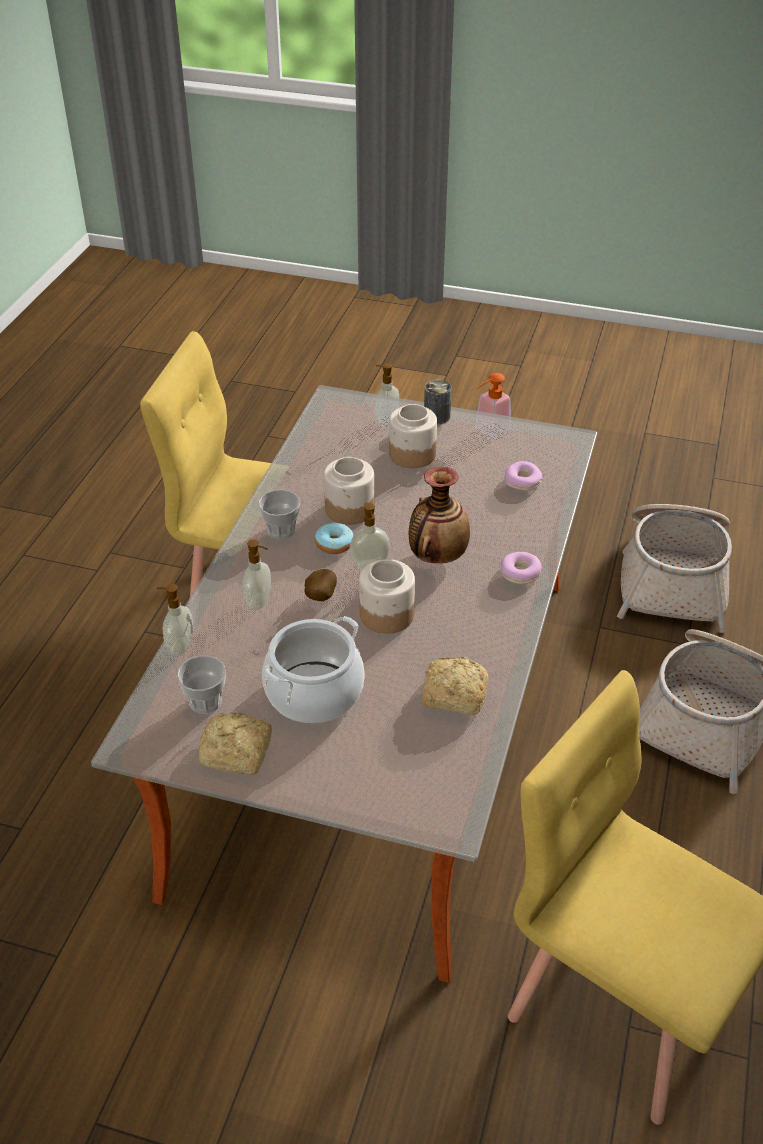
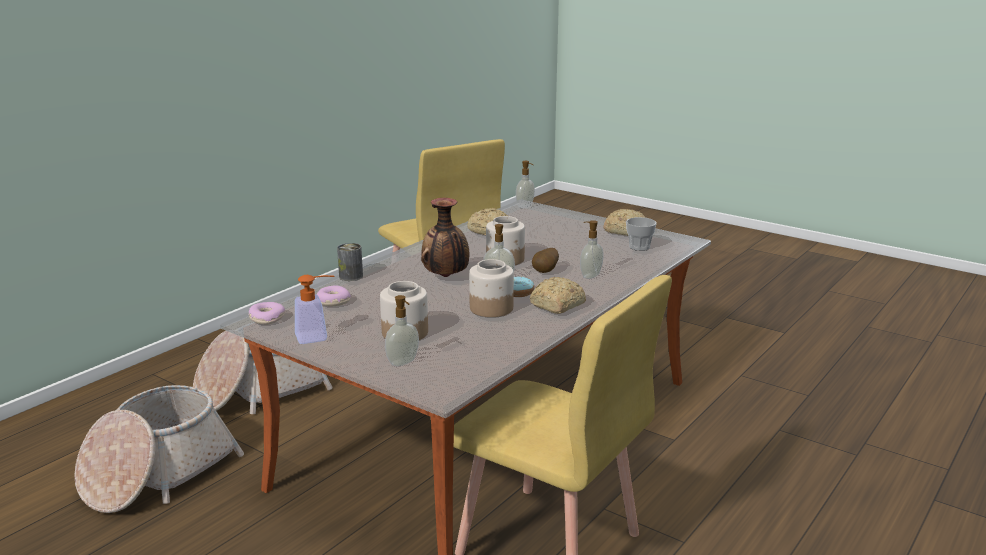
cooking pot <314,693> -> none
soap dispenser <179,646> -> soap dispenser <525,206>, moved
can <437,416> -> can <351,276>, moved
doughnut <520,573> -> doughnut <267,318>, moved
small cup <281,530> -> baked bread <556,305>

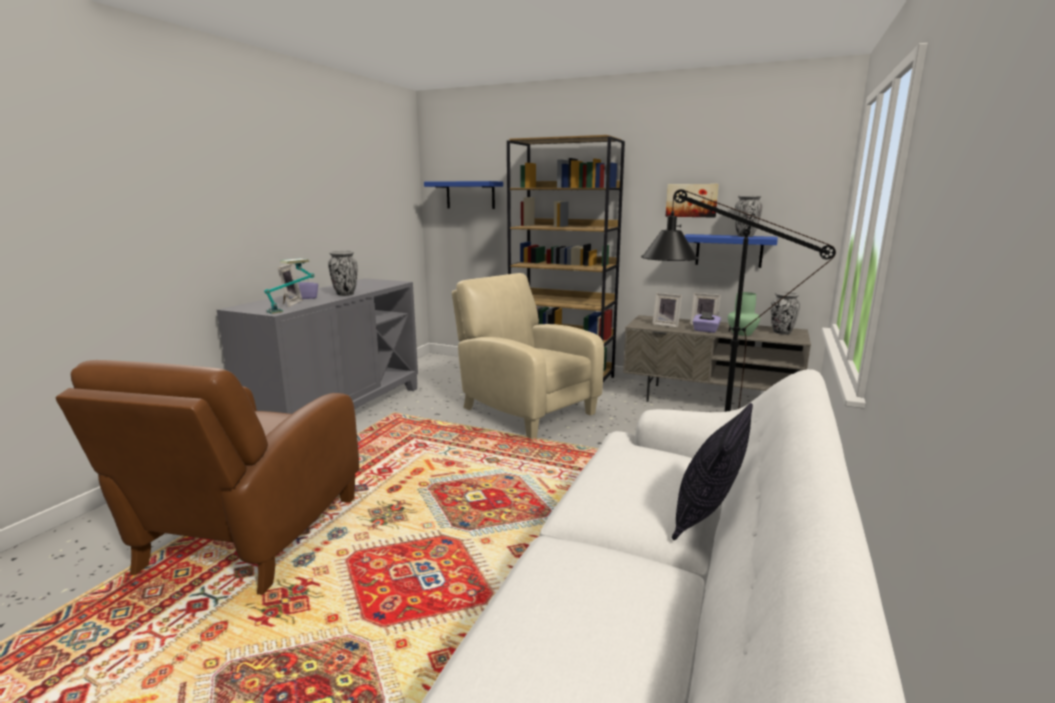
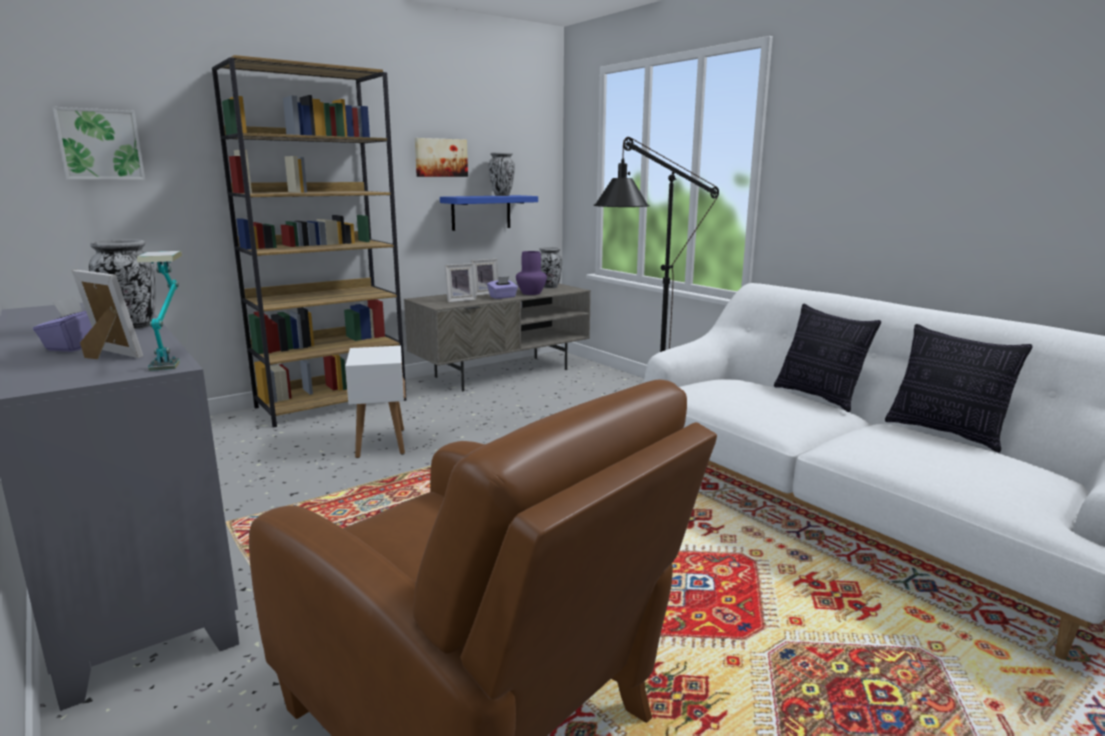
none -> cushion <945,433>
bracket shelf (blue) <470,195> -> picture <100,144>
easy chair (beige-coloured) <525,409> -> side table (white) <380,443>
decorative vase (green) <741,333> -> decorative vase (purplish) <530,293>

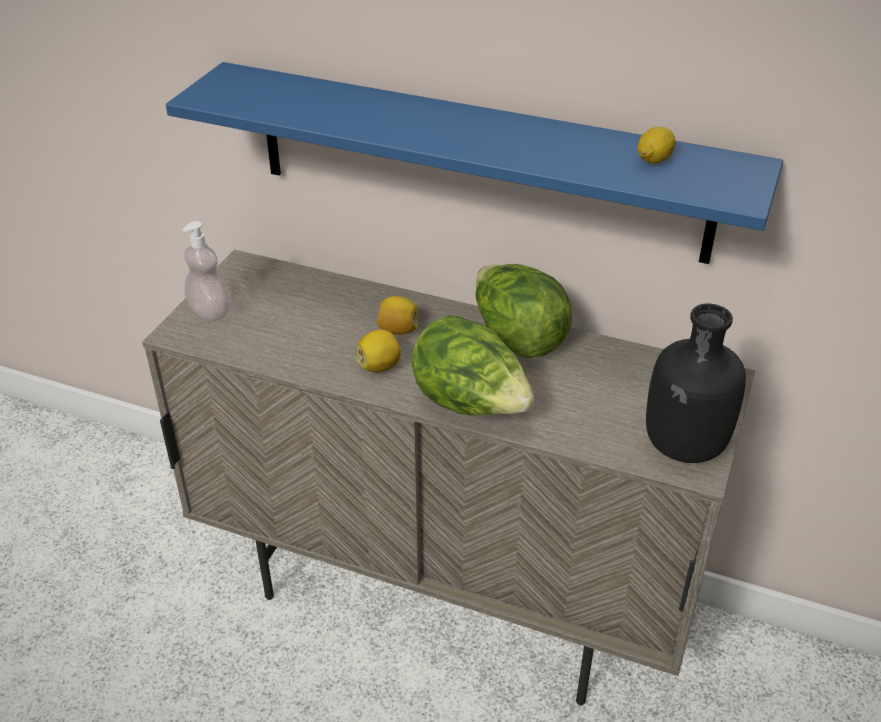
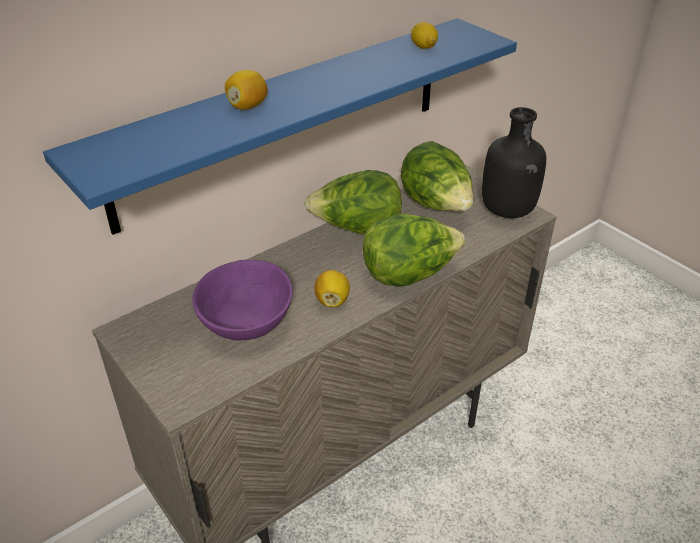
soap dispenser <210,312> -> none
none -> bowl (purplish) <245,321>
none -> lettuce head <436,206>
whole lemon <398,330> -> whole lemon <247,106>, moved

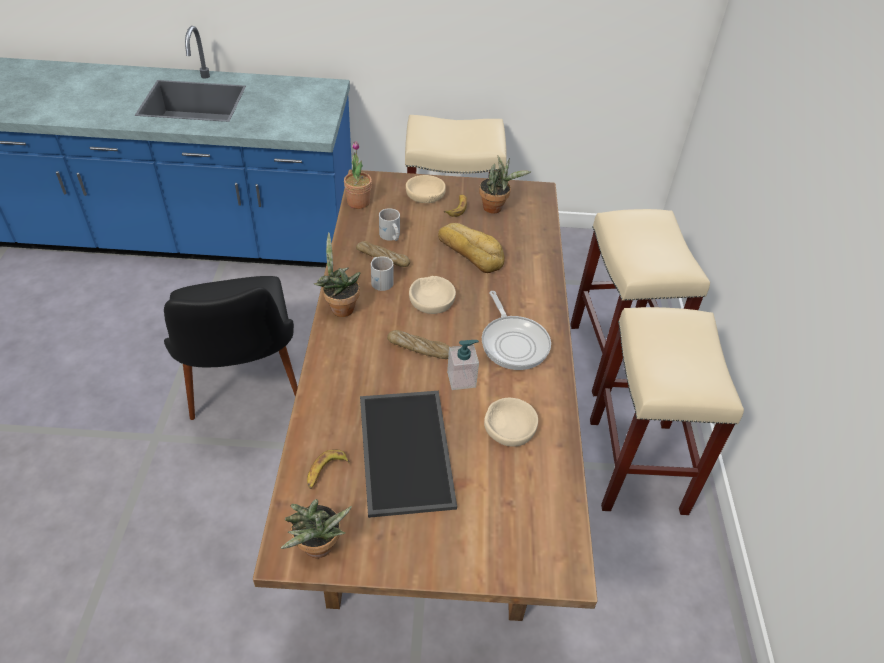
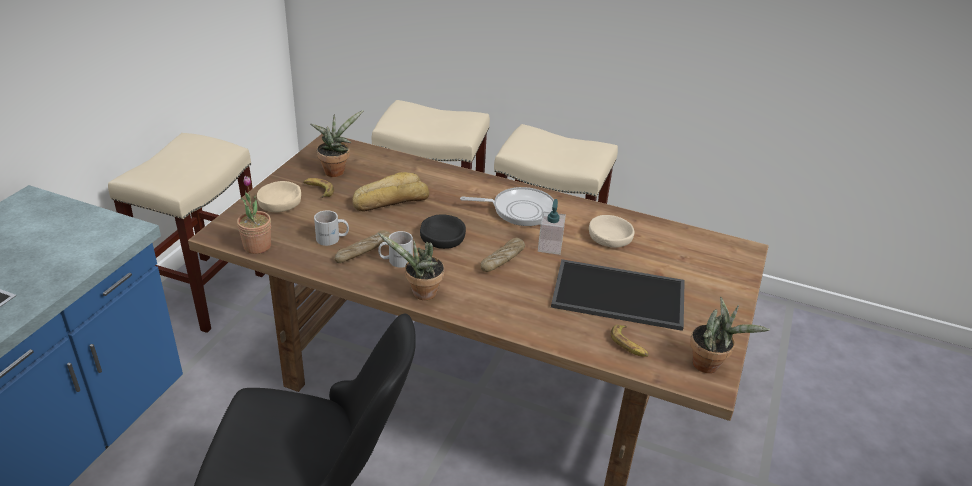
bowl (beige-coloured) <432,299> -> bowl (black-coloured) <442,237>

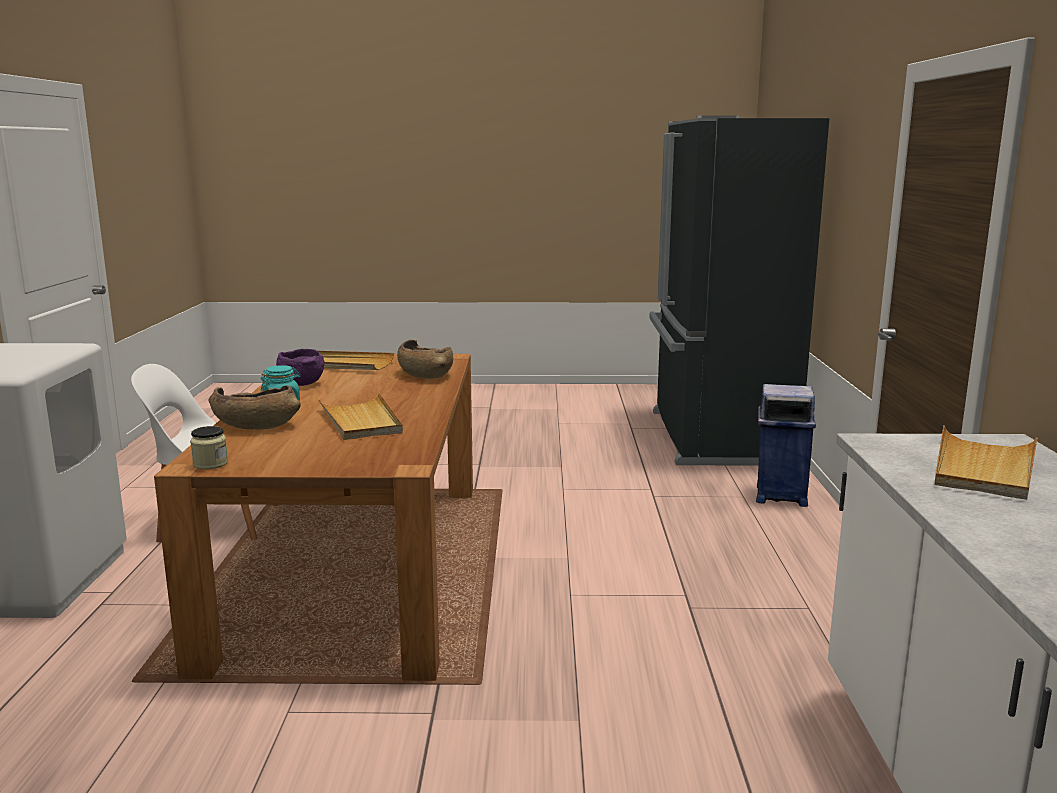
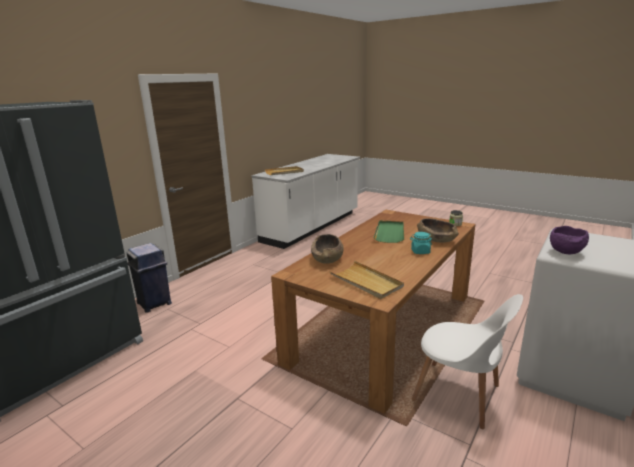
bowl (purplish) <301,384> -> bowl (purplish) <566,253>, moved
carrying tray (beige-coloured) <361,421> -> carrying tray (green) <390,233>

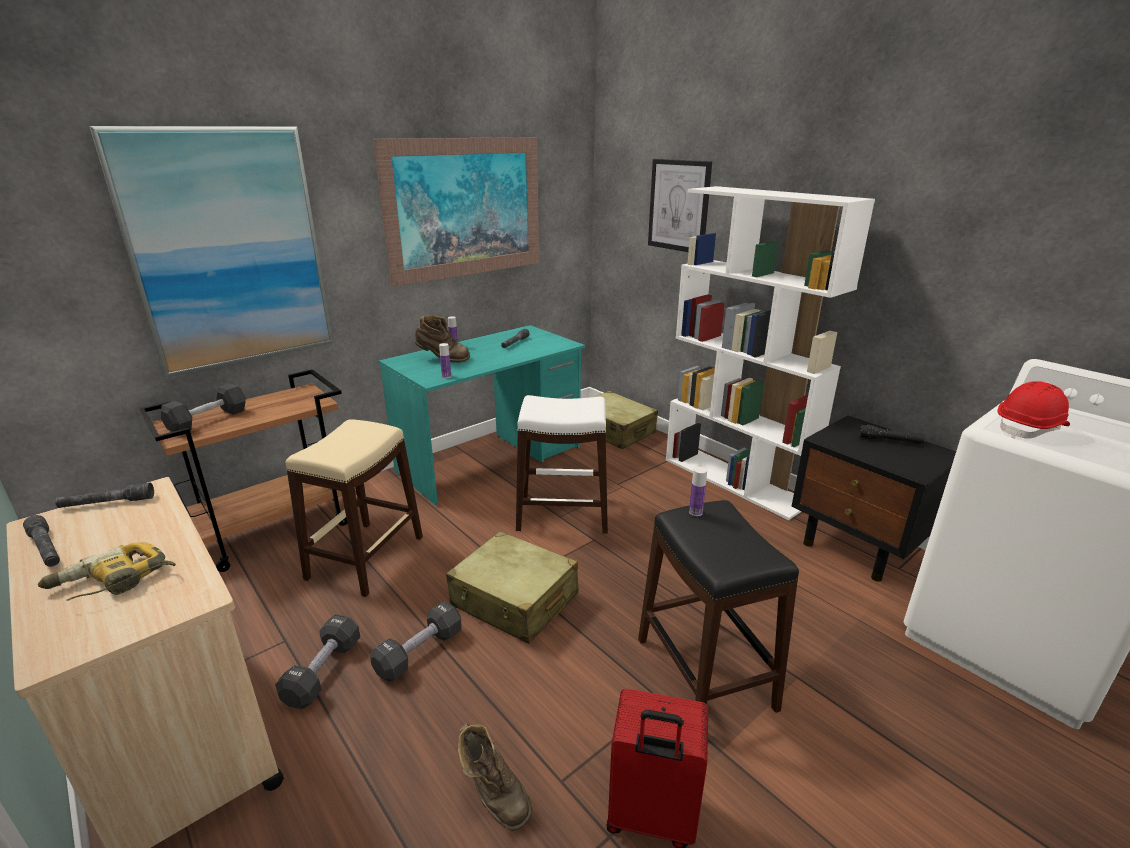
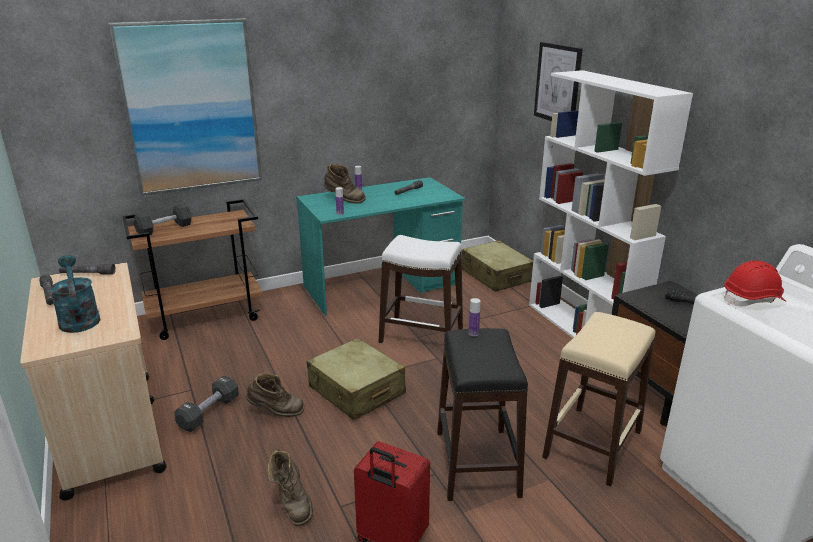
picture <465,208> -> none
stool (beige-coloured) <367,557> -> stool (beige-coloured) <593,444>, moved
electric drill <111,583> -> watering pot (turquoise) <78,318>
hand weight (black-coloured) <419,652> -> high-top boot (brown) <276,412>

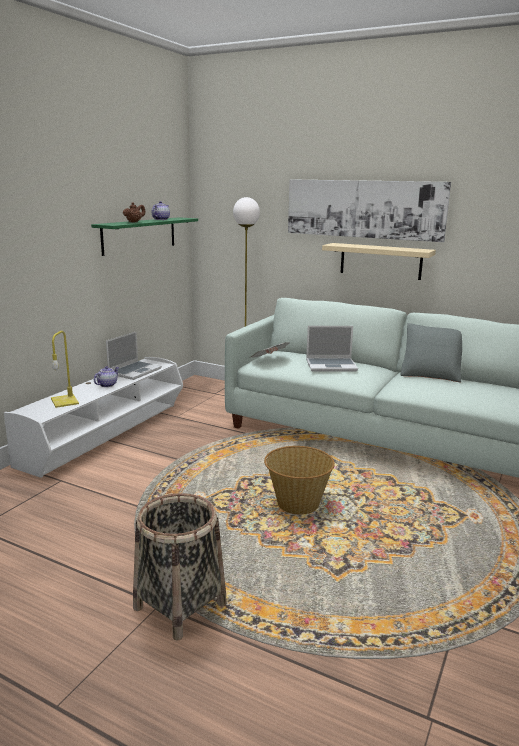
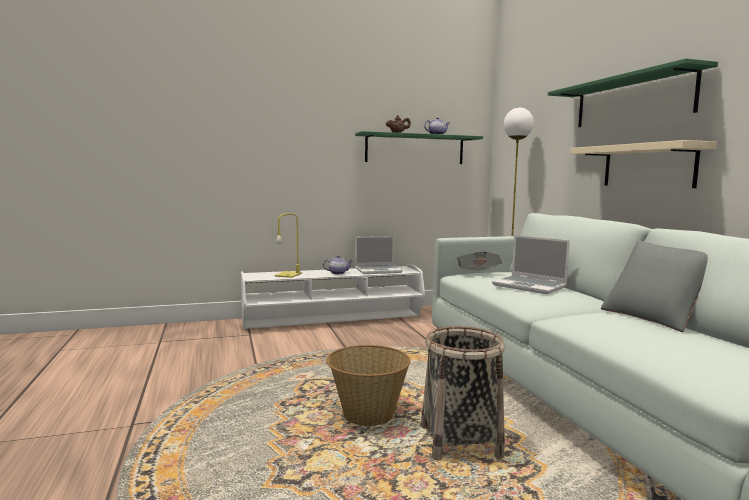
storage basket <179,605> -> storage basket <460,441>, moved
picture <364,209> -> bracket shelf (green) <631,100>

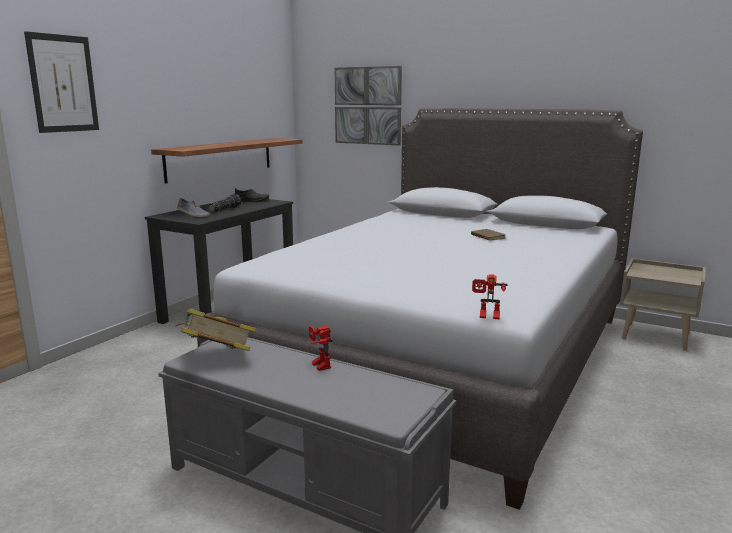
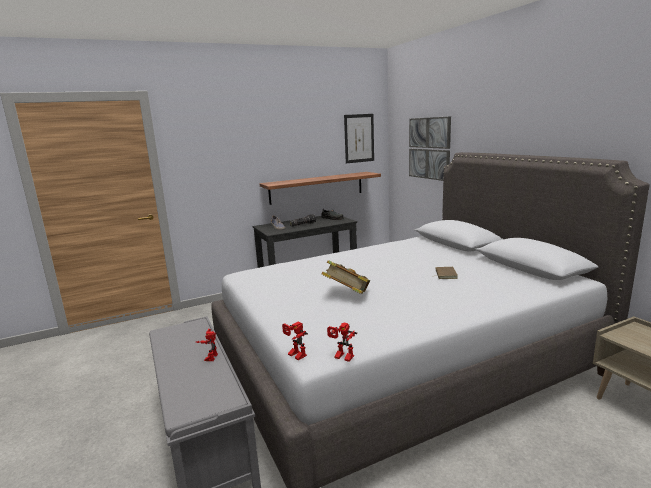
none -> model robot <342,357>
picture <63,83> -> picture <359,138>, moved
book <217,357> -> book <347,295>, moved

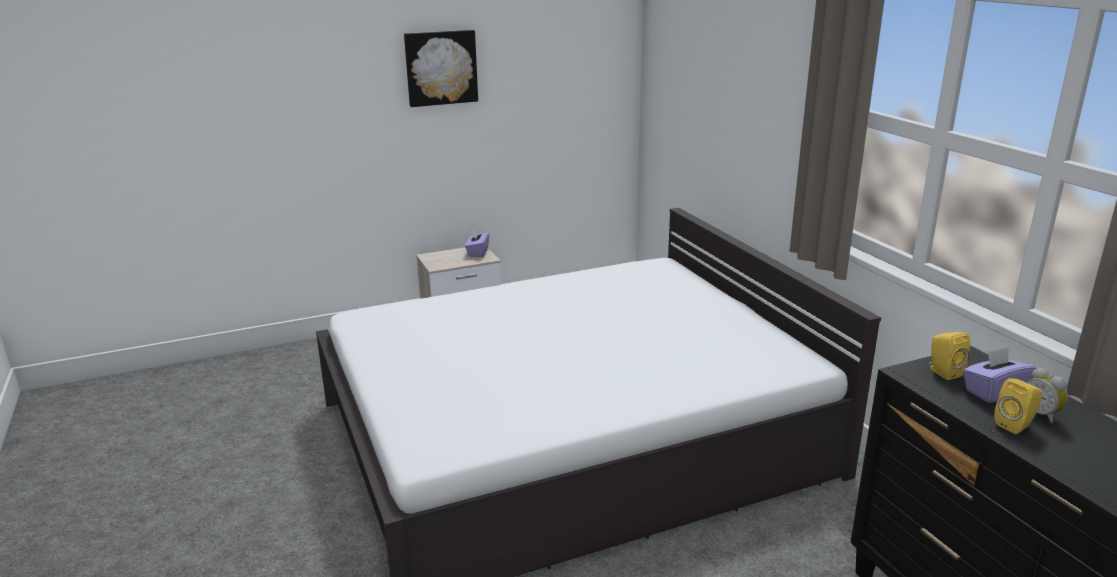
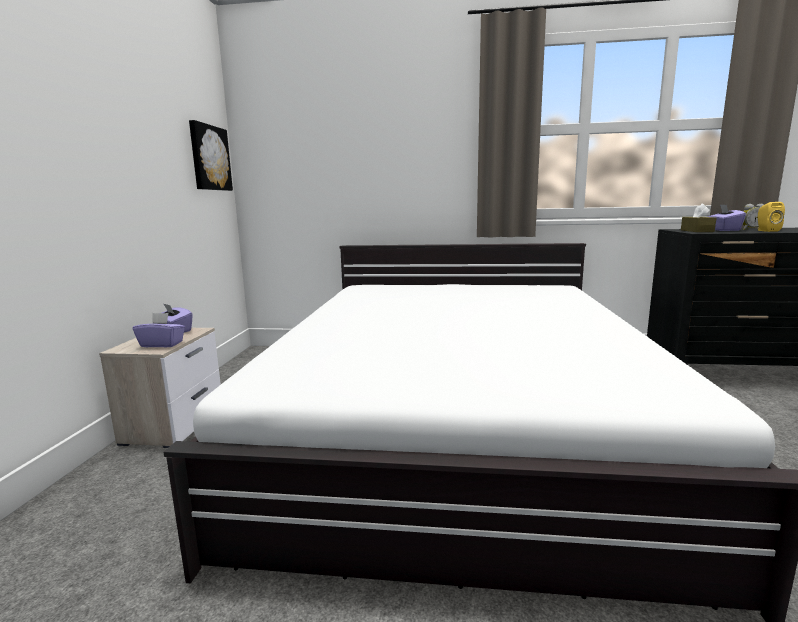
none -> tissue box (purplish) <162,344>
picture <441,67> -> picture <209,158>, moved
loudspeaker (yellow) <943,372> -> tissue box (brown) <697,231>

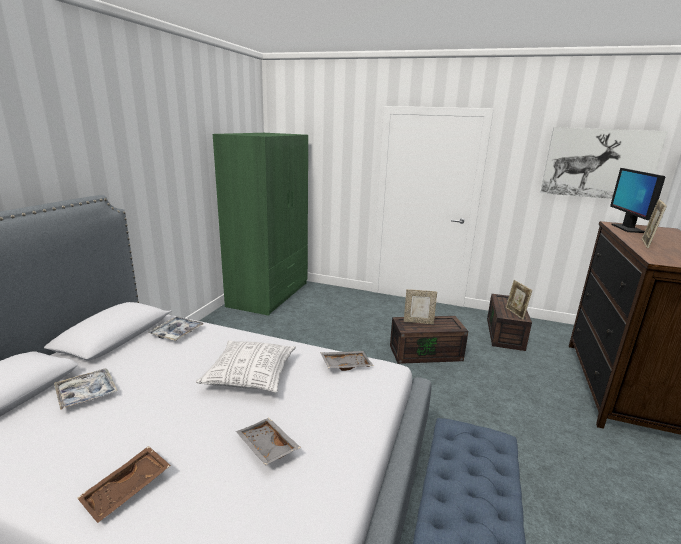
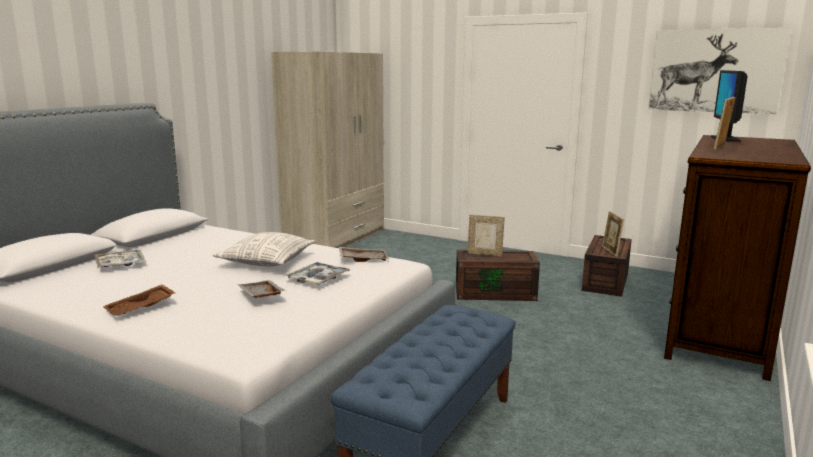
carrying tray <177,332> -> carrying tray <318,279>, moved
armoire (green) <269,294> -> armoire (beige-coloured) <336,239>

